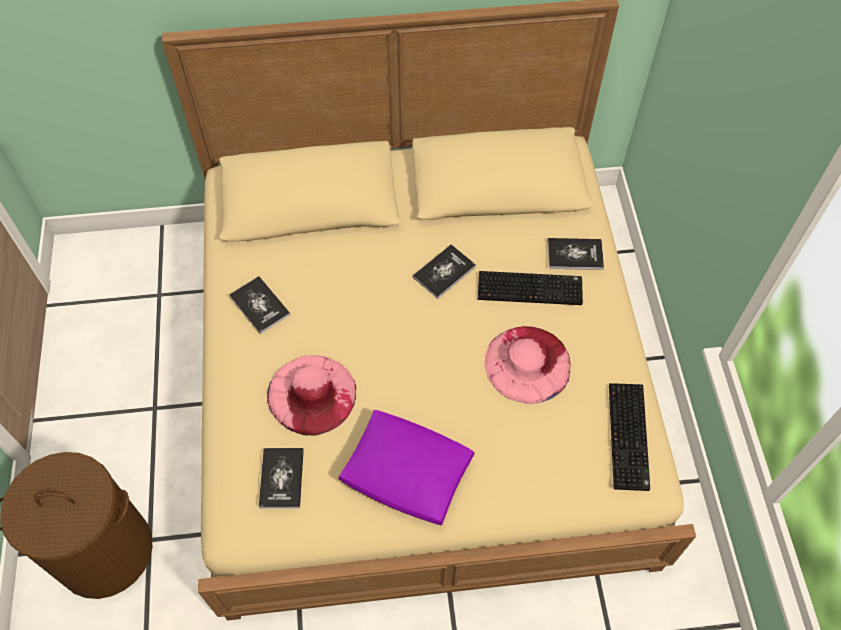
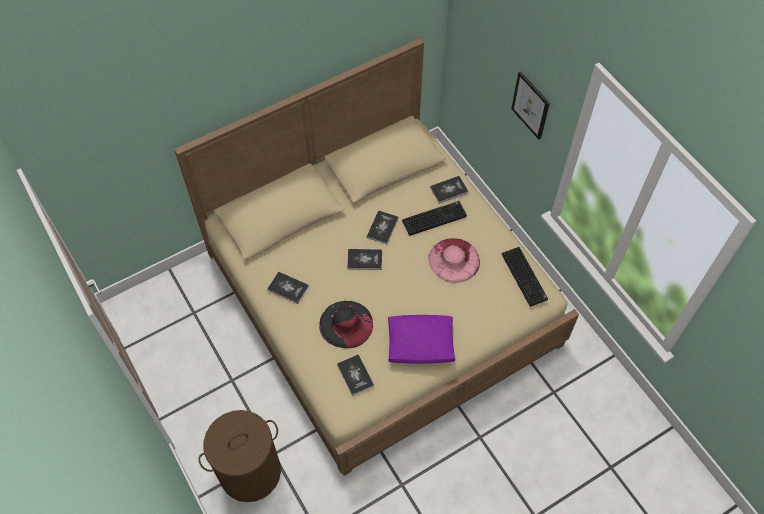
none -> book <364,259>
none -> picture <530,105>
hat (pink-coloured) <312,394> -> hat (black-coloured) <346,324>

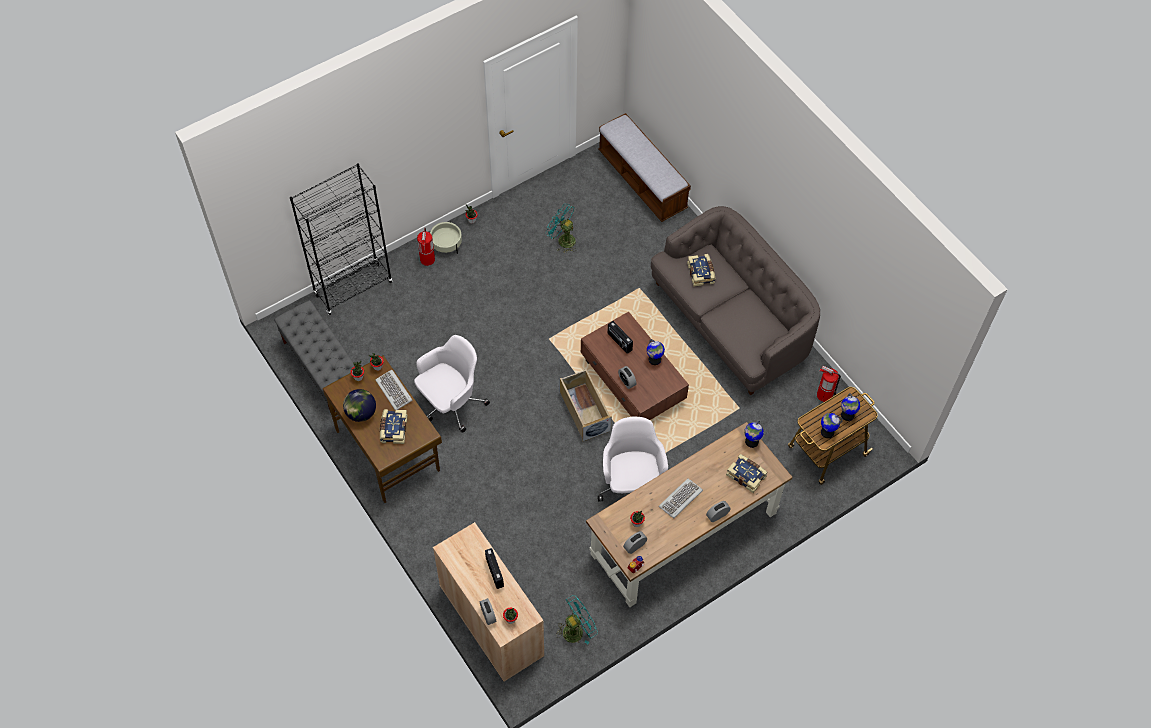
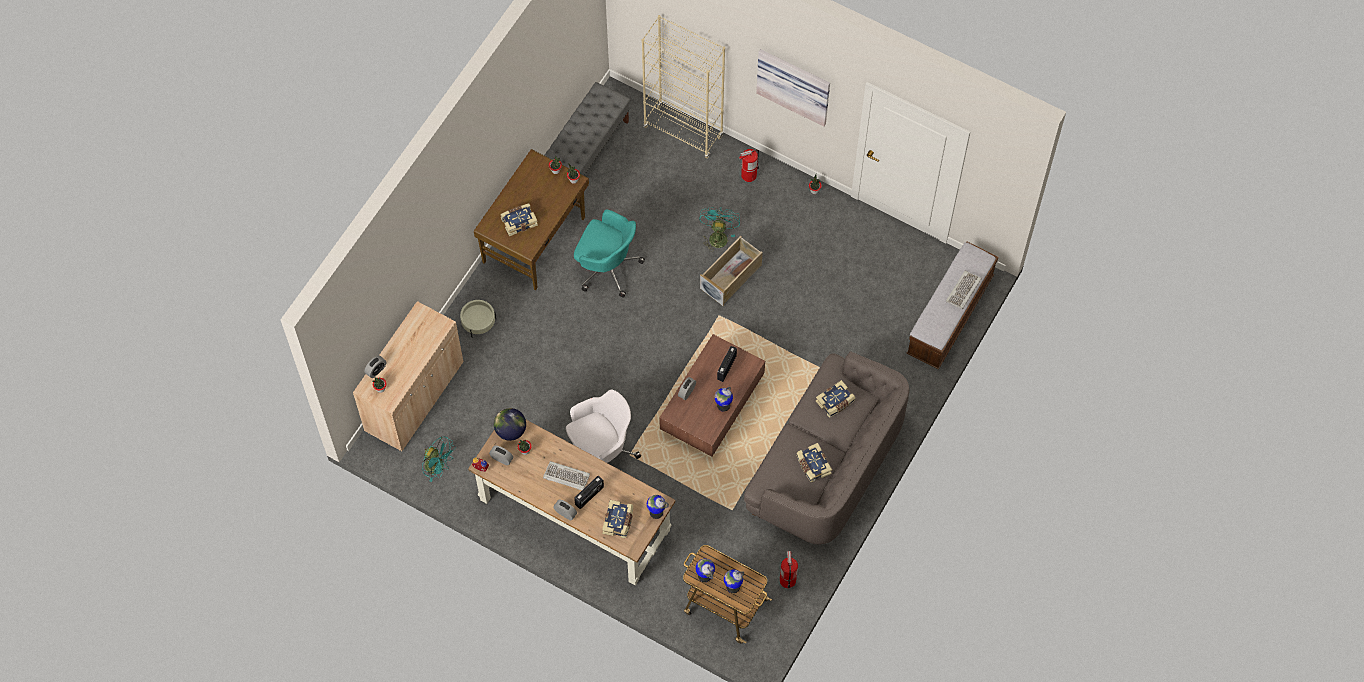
none -> picture <794,84>
none -> book <813,465>
globe <361,413> -> globe <510,430>, moved
keyboard <394,390> -> keyboard <963,291>, moved
planter (beige-coloured) <446,244> -> planter (beige-coloured) <478,322>, moved
radio receiver <495,572> -> radio receiver <589,496>, moved
cooling fan (turquoise) <562,240> -> cooling fan (turquoise) <718,235>, moved
storage container (beige-coloured) <584,411> -> storage container (beige-coloured) <731,276>, moved
shelving unit (black-coloured) <353,288> -> shelving unit (beige-coloured) <683,132>
desk chair (white) <450,403> -> desk chair (turquoise) <607,267>

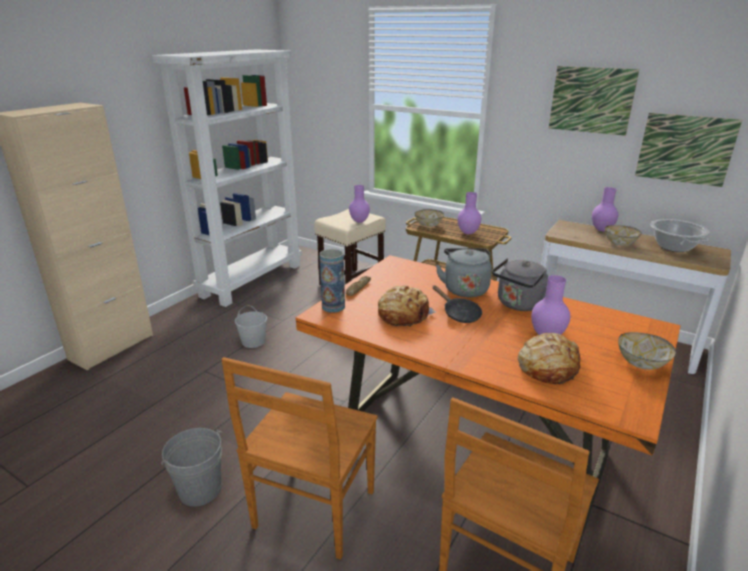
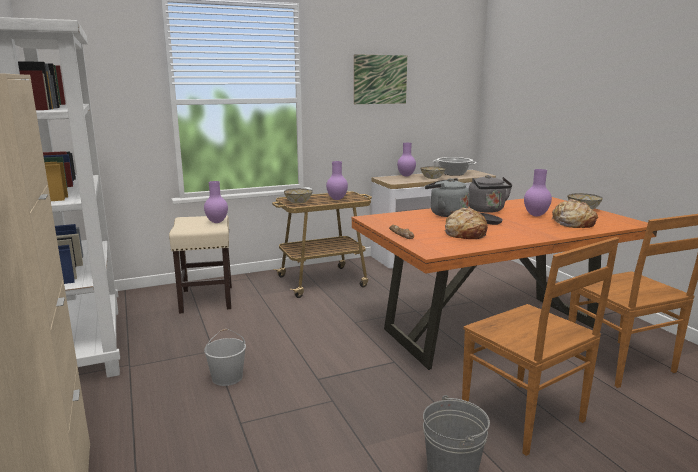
decorative vase <333,307> -> none
picture <685,149> -> none

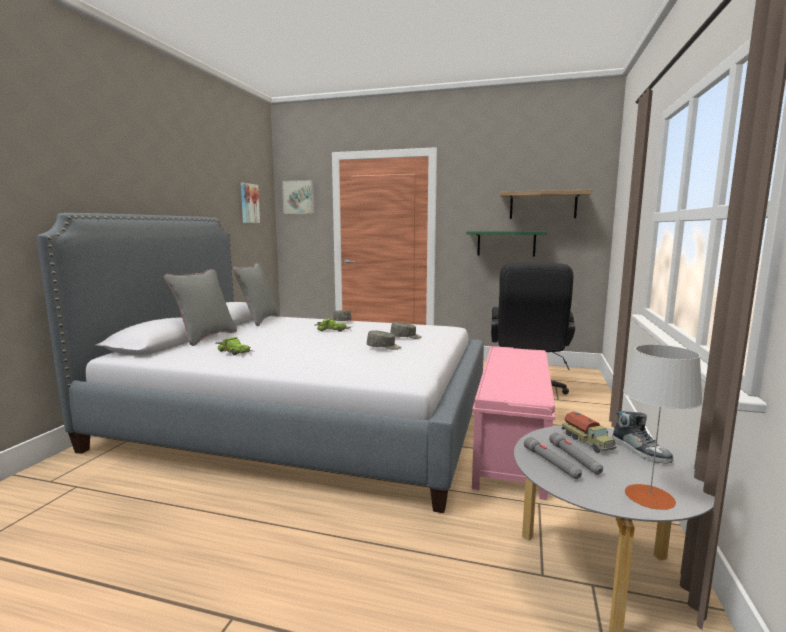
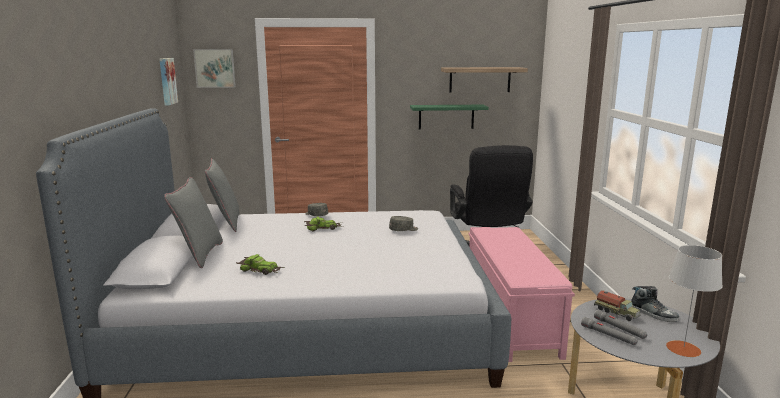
baseball cap (grey) <384,347> -> none

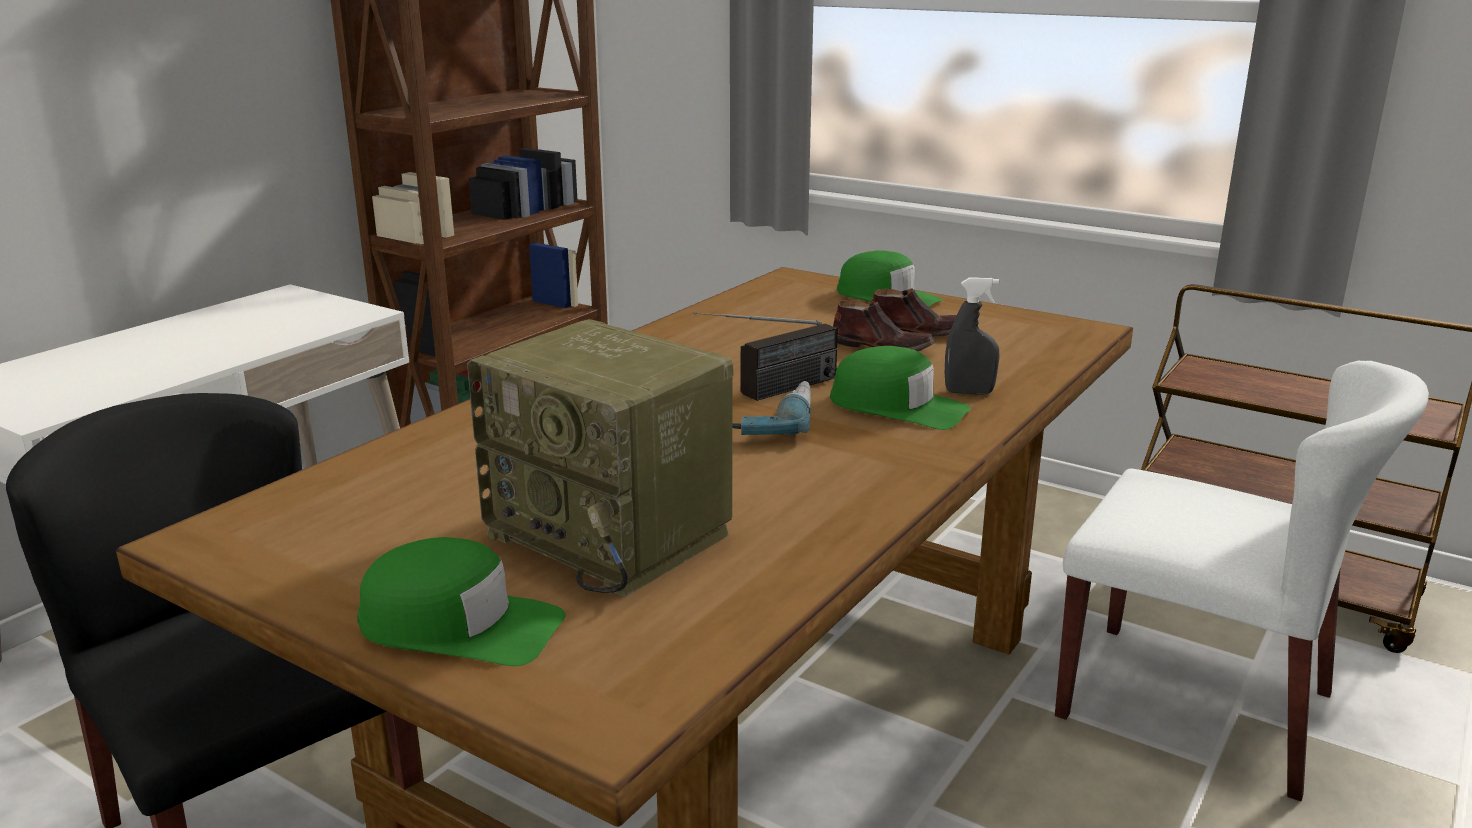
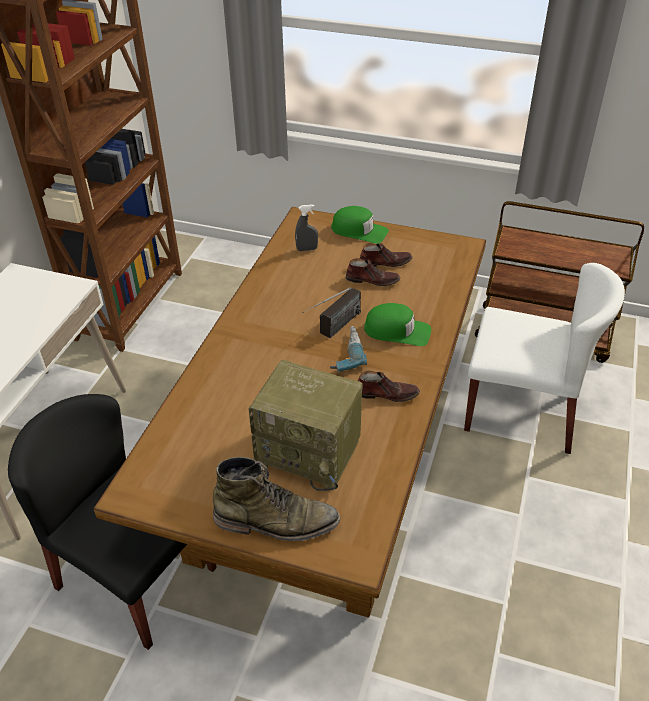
none -> item of footwear (brown) <387,394>
sprayer (grey) <969,392> -> sprayer (grey) <307,249>, moved
baseball cap (green) <460,626> -> high-top boot (green) <276,522>

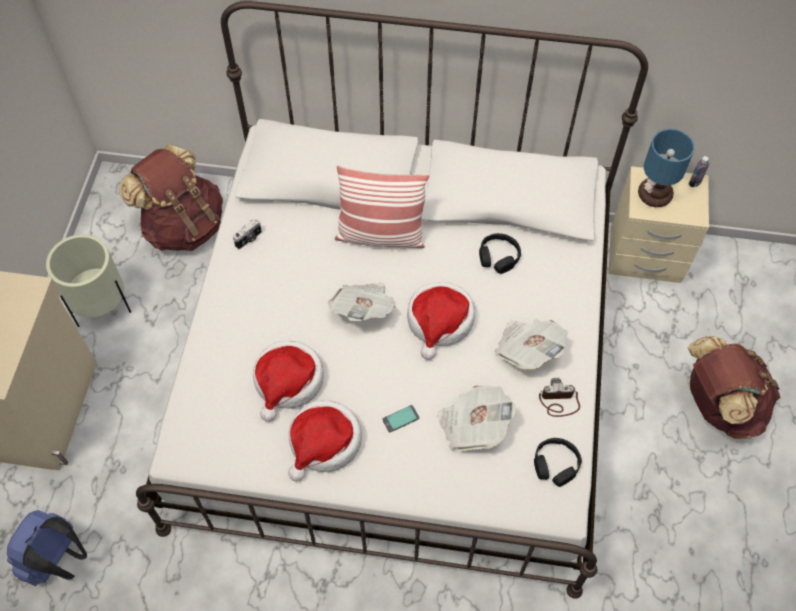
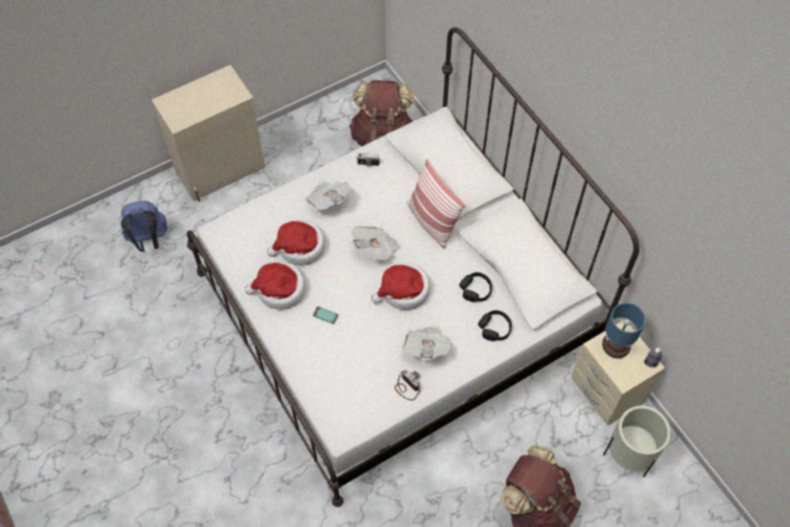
planter (beige-coloured) <102,306> -> planter (beige-coloured) <628,455>, moved
printed paper <473,425> -> printed paper <328,200>, moved
headset (black-coloured) <555,464> -> headset (black-coloured) <494,328>, moved

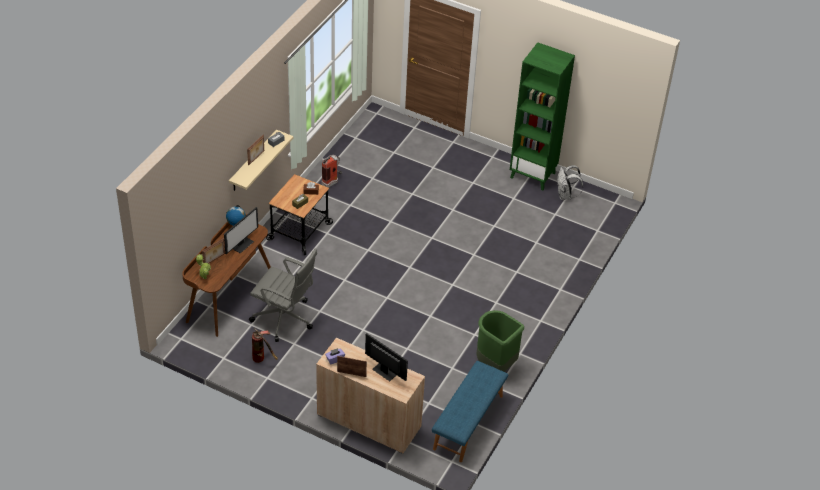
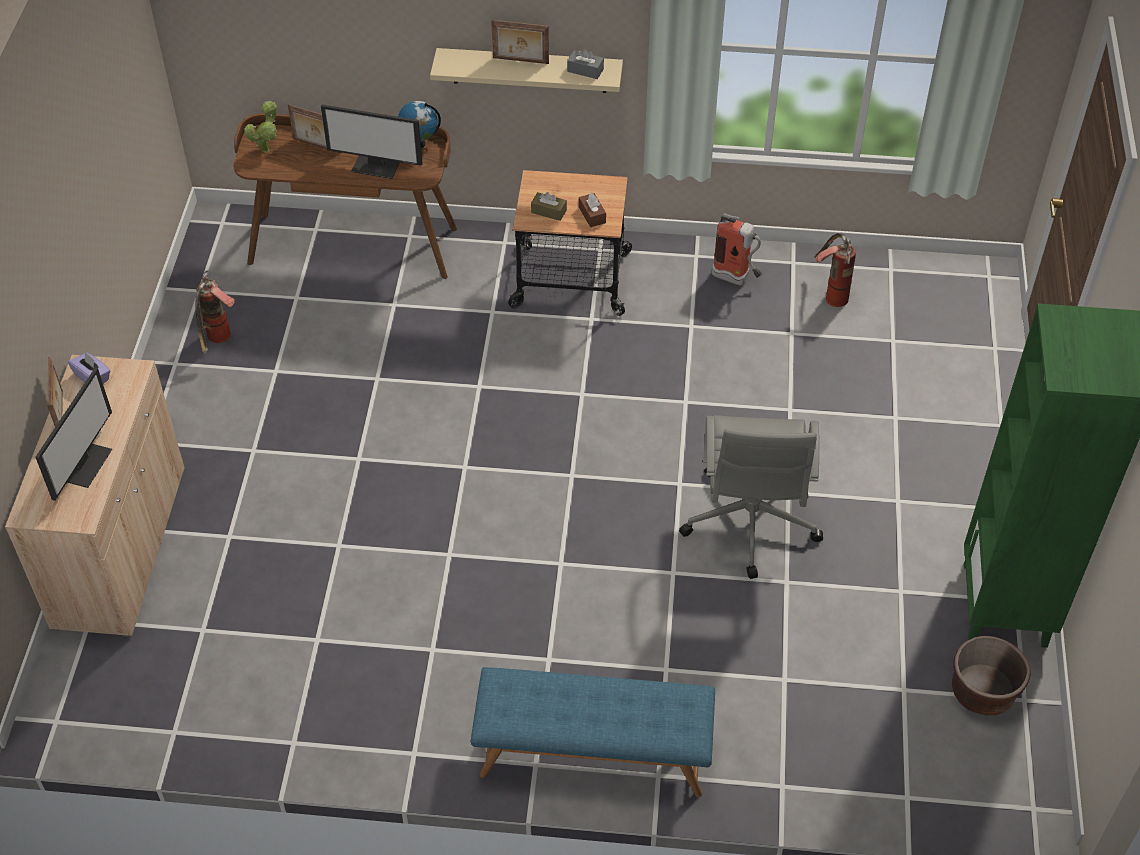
trash can (green) <495,365> -> none
none -> fire-fighting cylinder <830,294>
desk chair (grey) <284,318> -> desk chair (grey) <749,524>, moved
long seat (blue) <468,422> -> long seat (blue) <593,755>, moved
backpack (white) <565,195> -> planter (brown) <982,692>

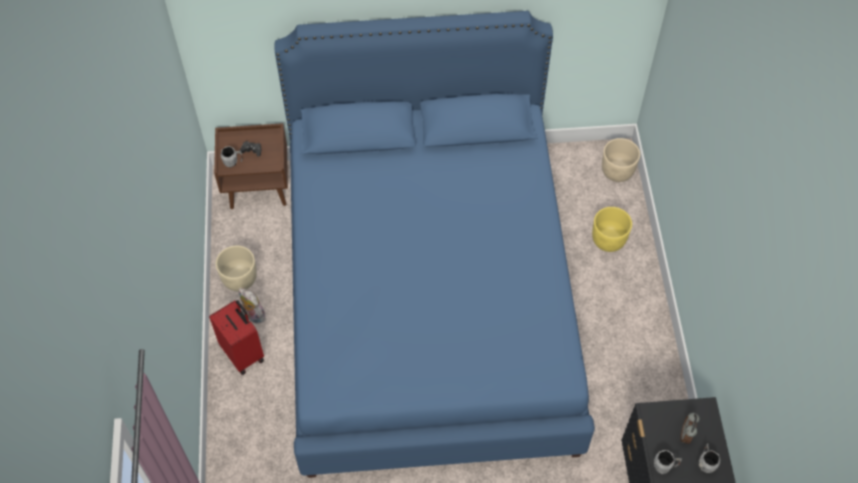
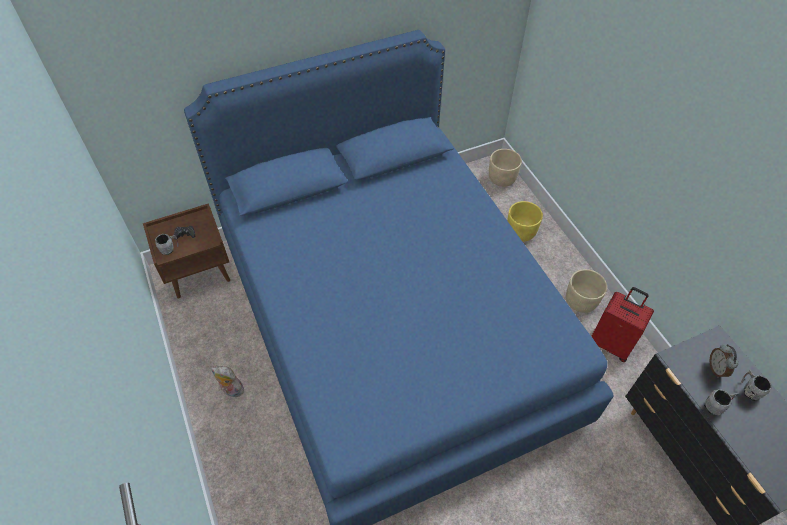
piece of luggage (red-coloured) <244,353> -> piece of luggage (red-coloured) <611,343>, moved
planter (beige-coloured) <239,279> -> planter (beige-coloured) <580,301>, moved

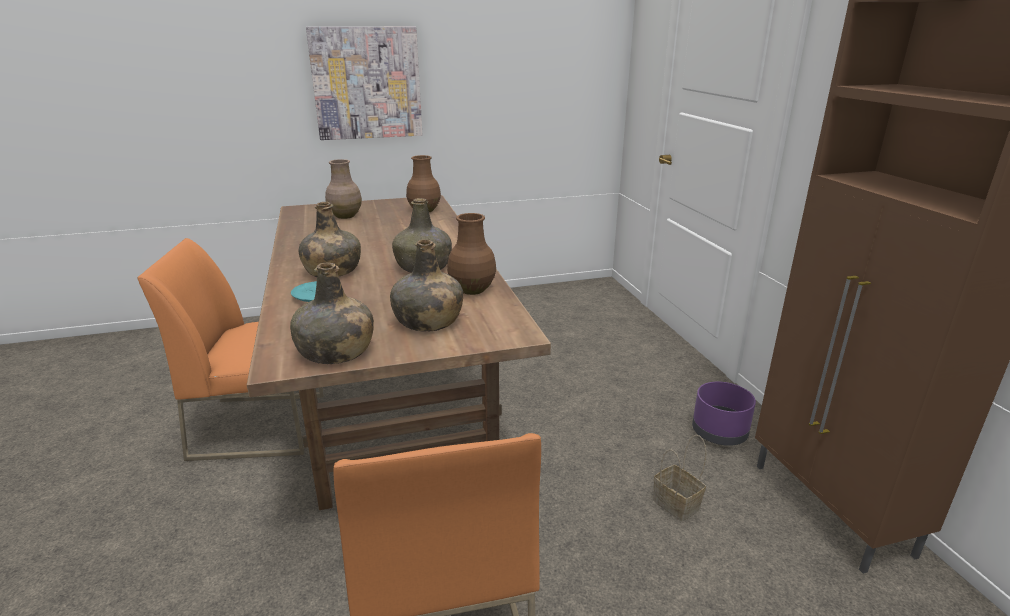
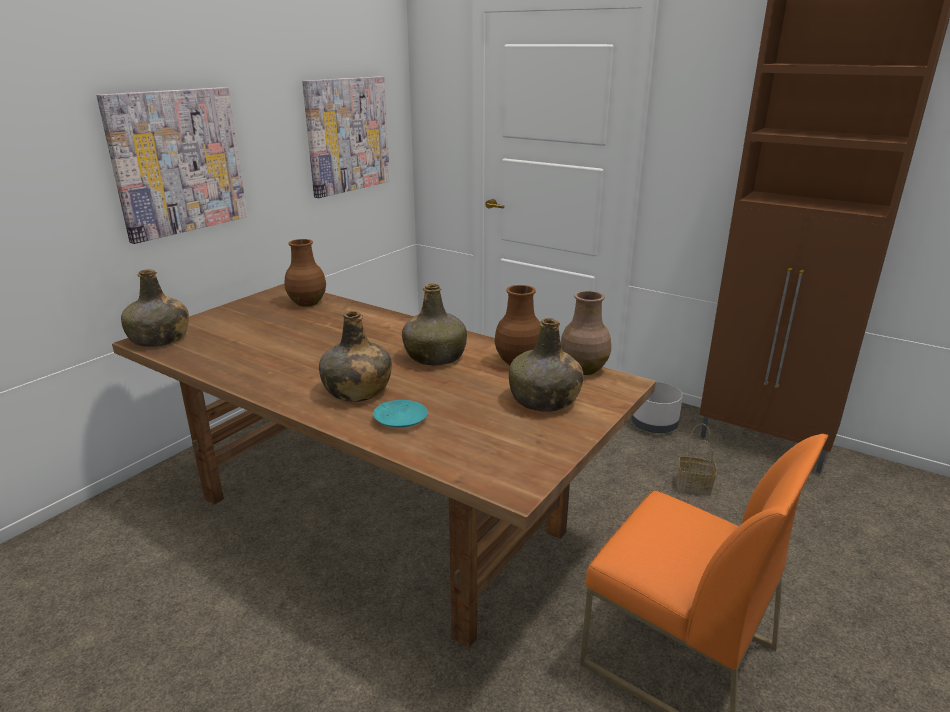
chair (orange-coloured) <261,425> -> none
none -> picture <347,135>
bottle (green) <335,352> -> bottle (green) <160,339>, moved
decorative vase (brown) <345,216> -> decorative vase (brown) <583,369>, moved
planter (purplish) <719,432> -> planter (grey) <653,424>

